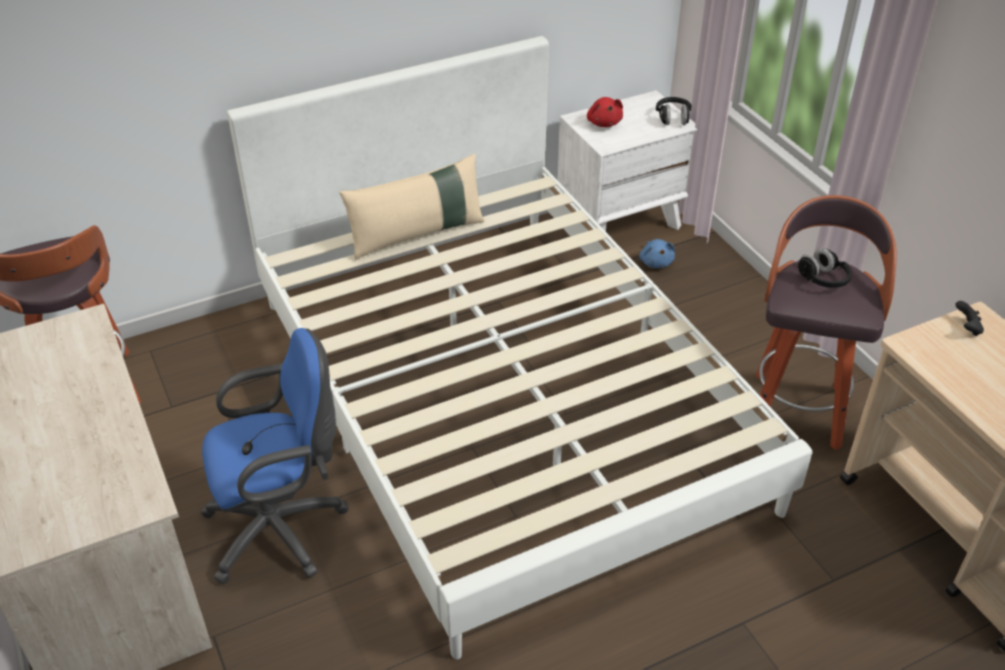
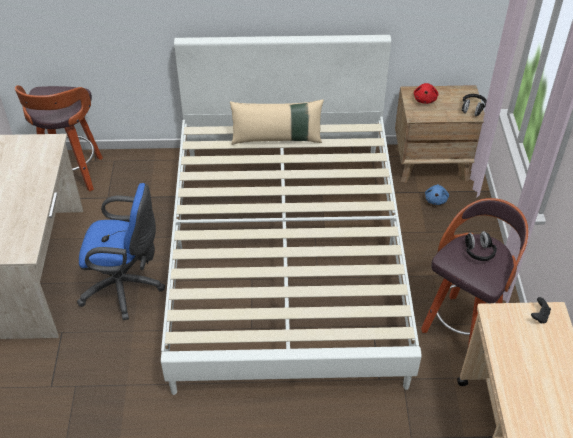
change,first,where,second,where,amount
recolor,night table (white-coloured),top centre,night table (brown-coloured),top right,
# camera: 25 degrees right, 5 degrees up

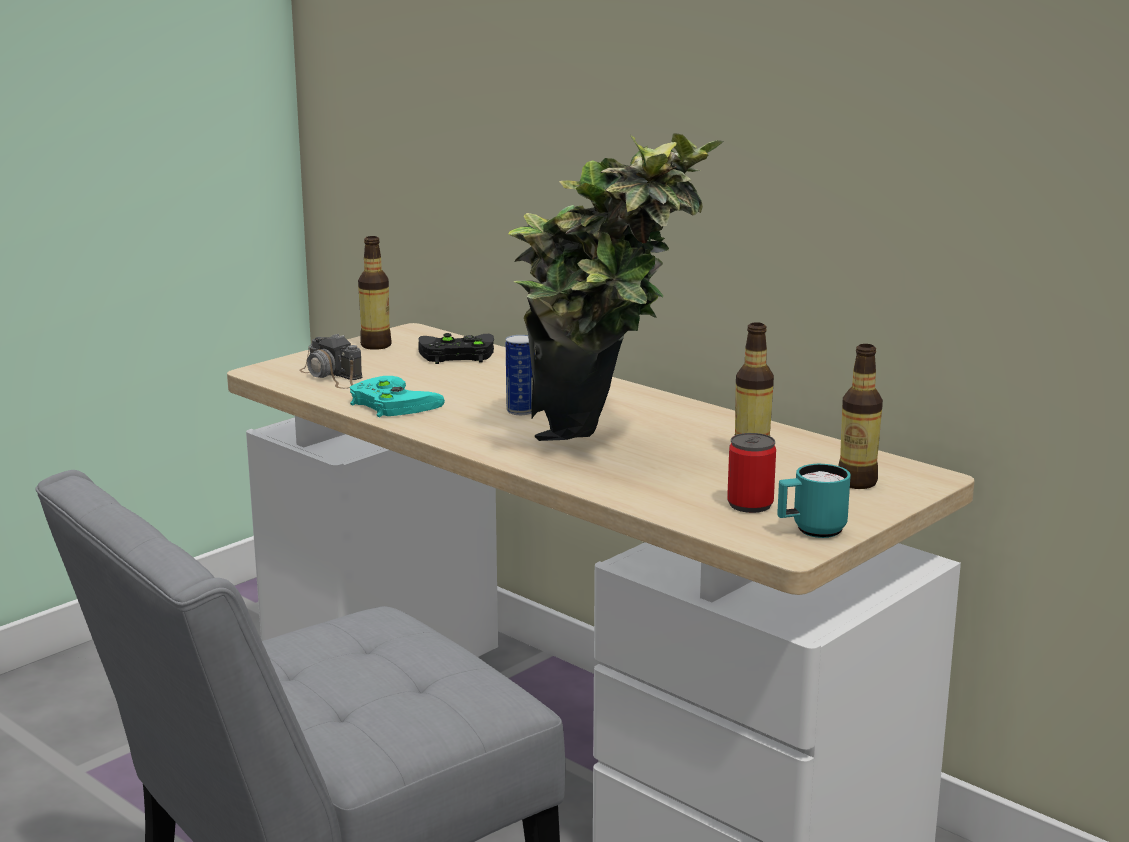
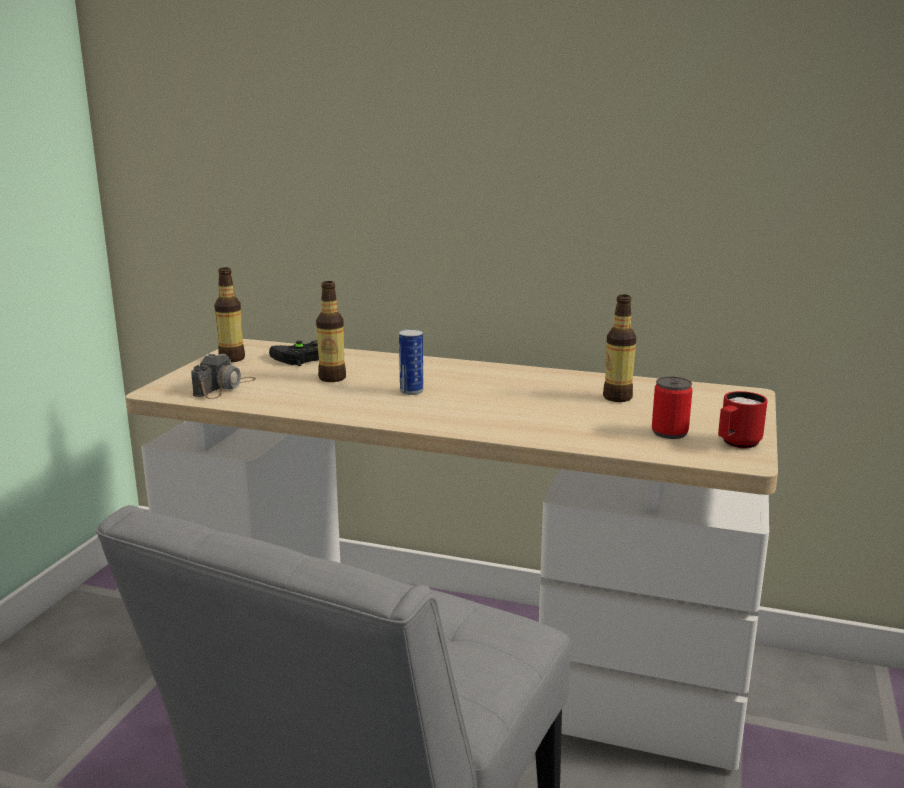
change,first,where,second,where,amount
rotate,photo camera,middle left,,middle left,90 degrees counterclockwise
move,bottle (3rd from left in the first image),middle right,bottle (2nd from left),centre,
recolor,coffee mug (turquoise),middle right,coffee mug (red-coloured),middle right,
delete,joypad (turquoise),centre,,,
delete,potted plant,centre,,,
# camera: 25 degrees left, 0 degrees up

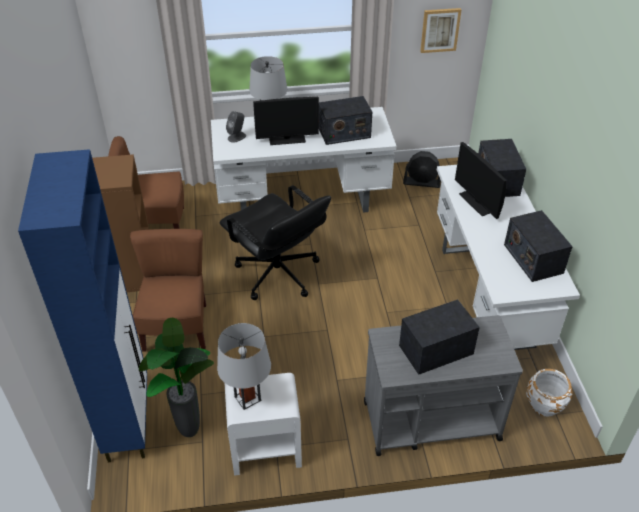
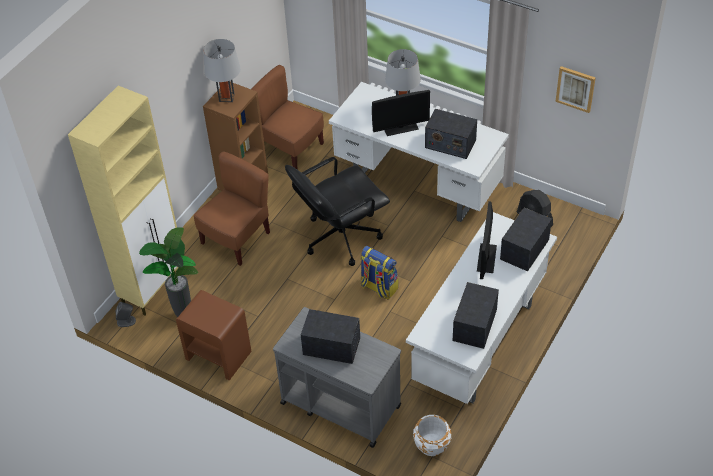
change,first,where,second,where,amount
recolor,cabinet (blue),middle left,cabinet (beige),middle left,
move,speaker (gray),top centre,,middle left,
recolor,night table (white-coloured),bottom centre,night table (brown-coloured),bottom left,
move,tabletop lamp (gray) (1st from left),bottom centre,,top left,
rotate,computer chair (blackish),centre,,centre,60 degrees clockwise
insert,,,rucksack,centre,
rotate,computer screen (1st from left),top centre,,top centre,45 degrees counterclockwise
# camera: 40 degrees right, 5 degrees up

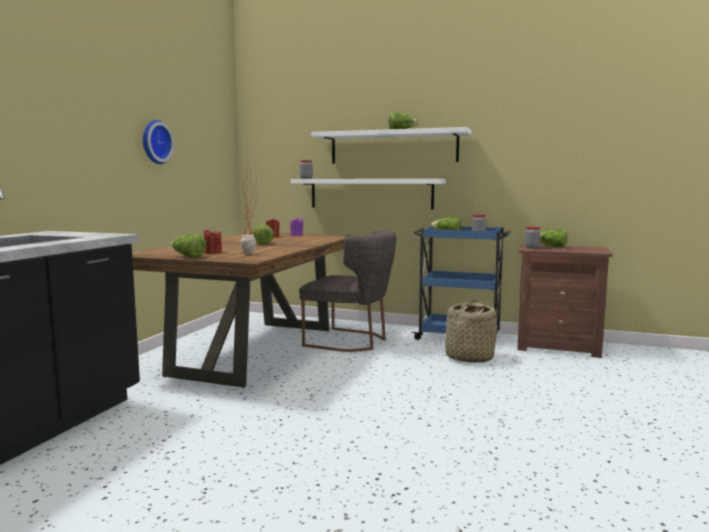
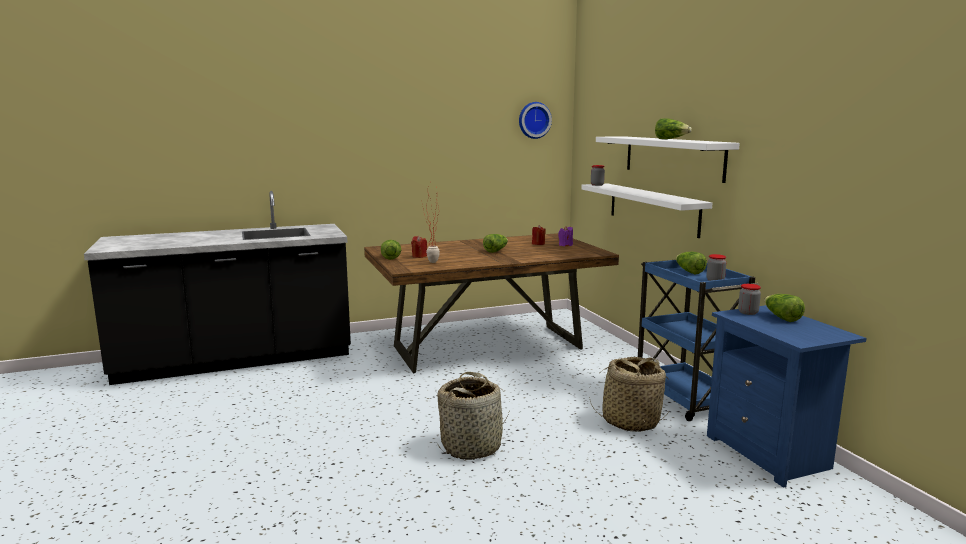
change,first,where,second,where,amount
insert,,,basket (1st from left),bottom centre,
move,wall clock,top left,,top centre,
recolor,night table (brown-coloured),middle right,night table (blue),bottom right,
delete,plain chair (gray),centre,,,
# camera: 50 degrees right, 5 degrees up

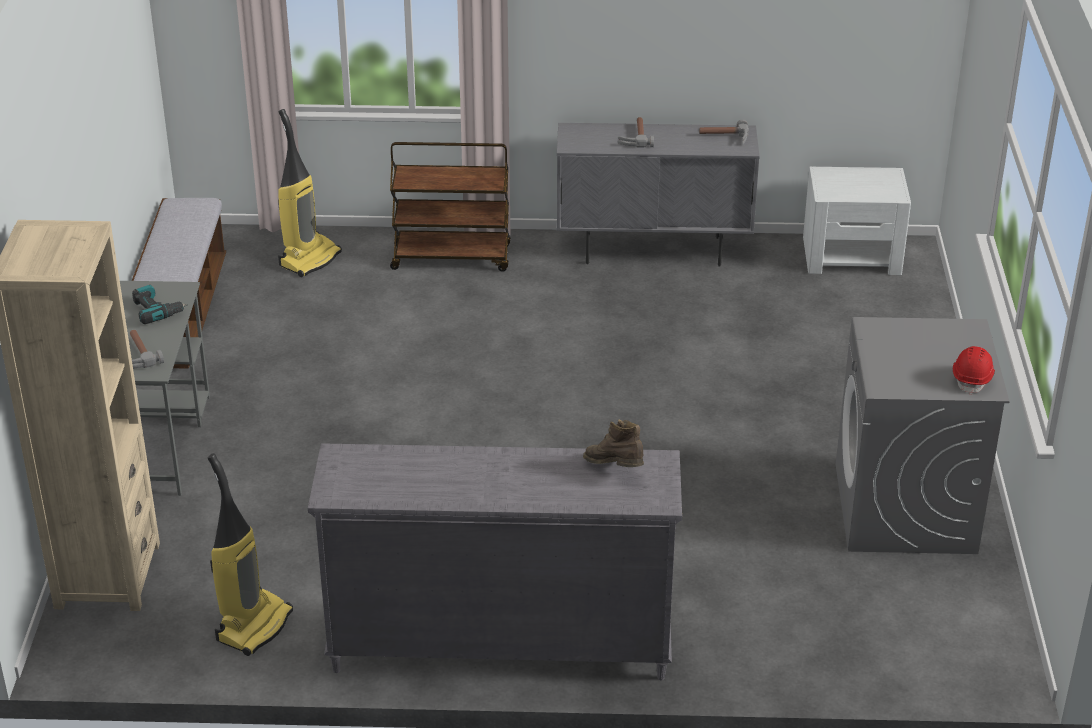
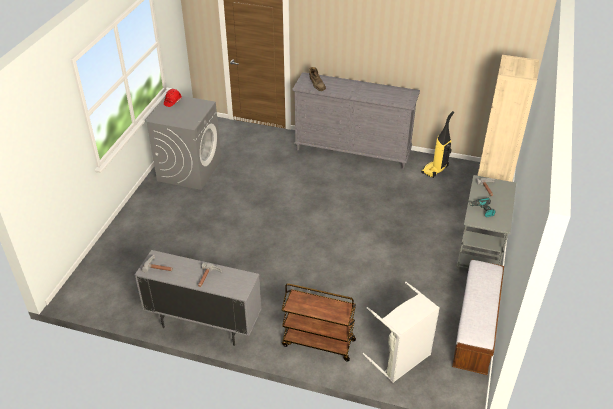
change,first,where,second,where,amount
replace,vacuum cleaner (2nd from left),top left,hamper (gray),bottom centre,
delete,night table (white-coloured),top right,,,
# camera: 165 degrees left, 5 degrees up

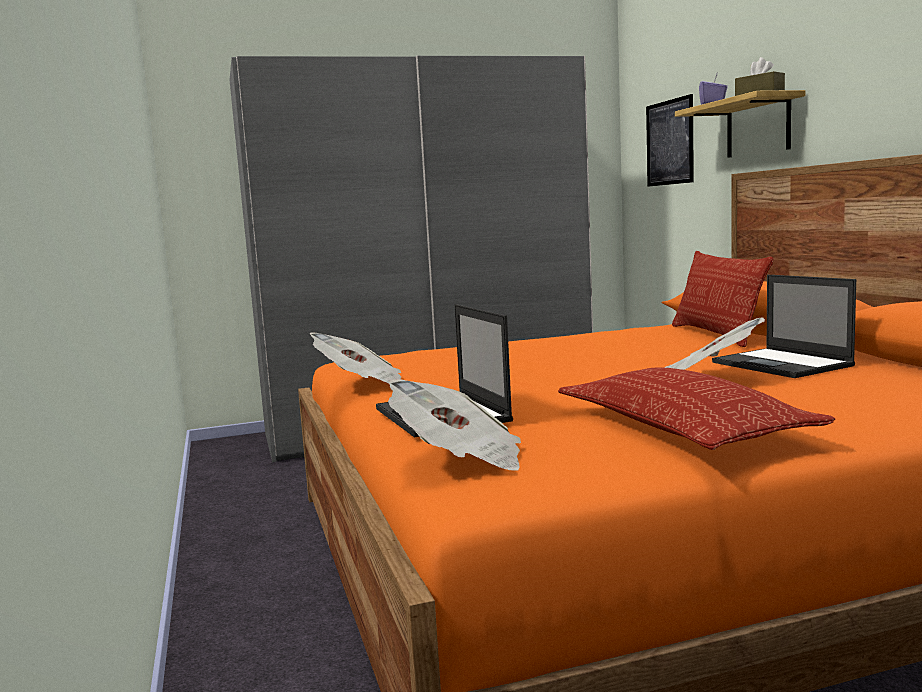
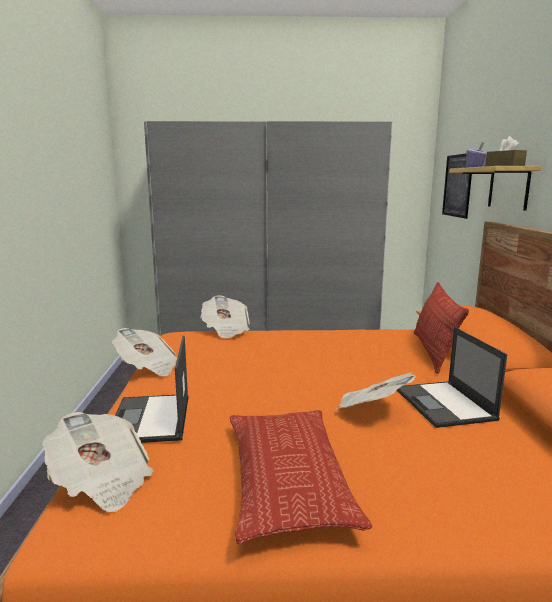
change,first,where,second,where,amount
insert,,,printed paper (3rd from left),centre,
# camera: 15 degrees right, 5 degrees up

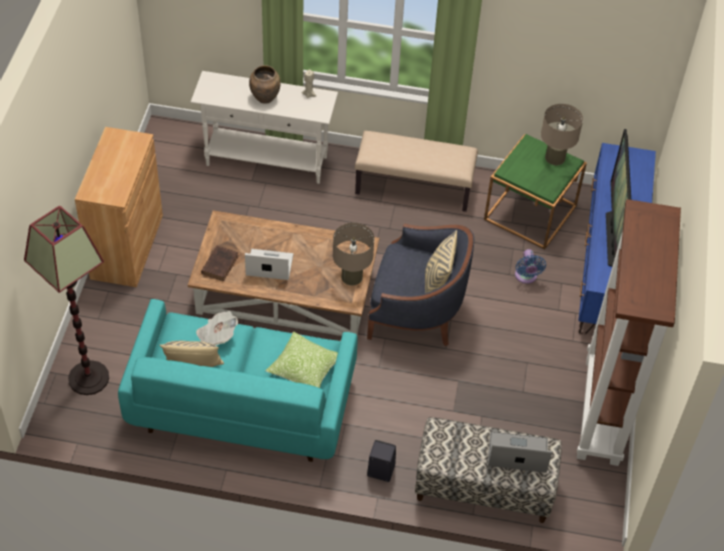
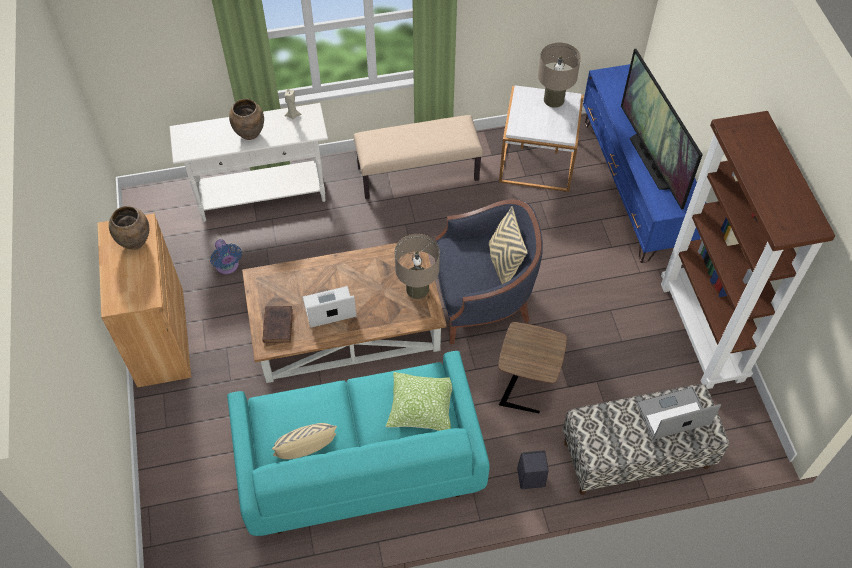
change,first,where,second,where,amount
insert,,,vase (brown-coloured) (1st from left),middle left,
move,fan (blue),middle right,,middle left,
insert,,,end table (brown-coloured),centre,
recolor,end table (green-coloured),middle right,end table (white-coloured),top centre,
delete,floor lamp,middle left,,,
delete,printed paper,middle left,,,
# camera: 20 degrees left, 5 degrees up

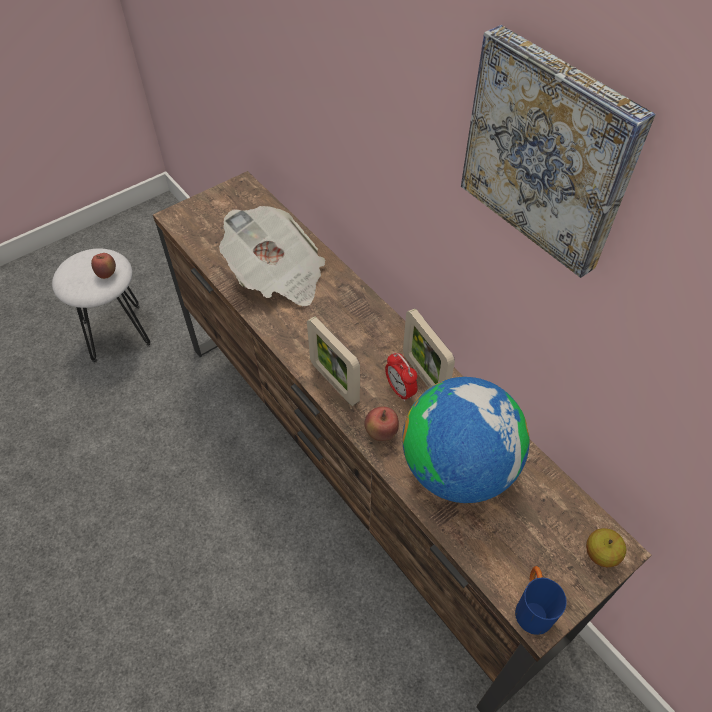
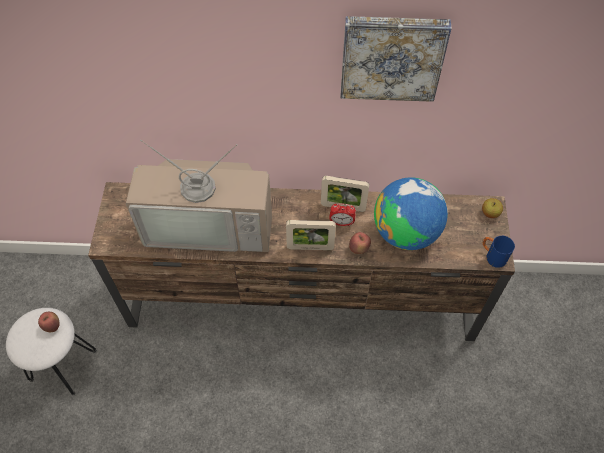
change,first,where,second,where,amount
replace,printed paper,centre,TV set,middle left,
# camera: 50 degrees left, 5 degrees up

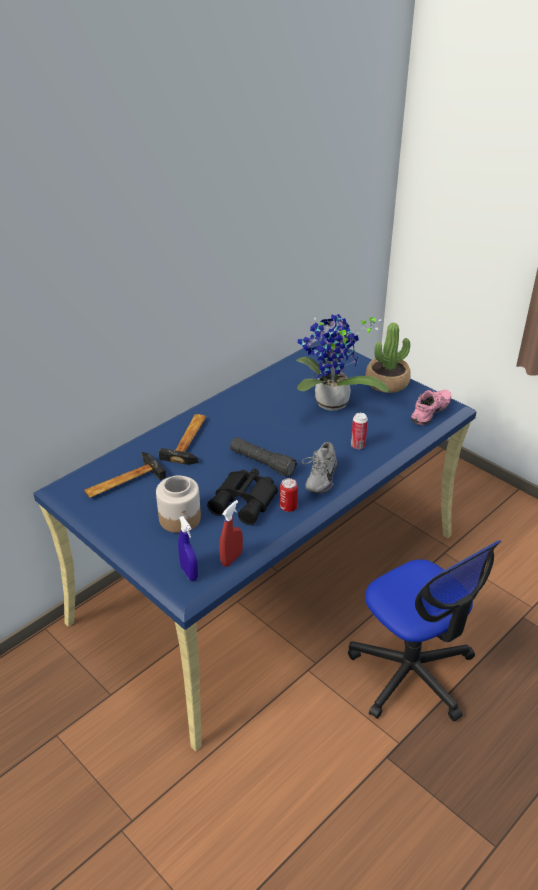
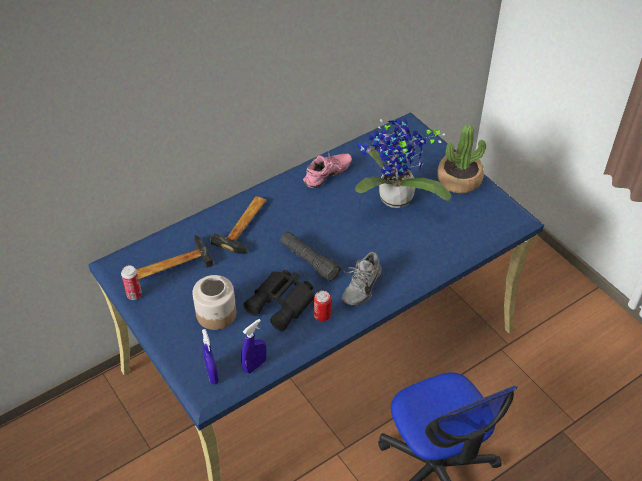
change,first,where,second,where,amount
move,can (2nd from left in the first image),middle right,can (1st from left),middle left,
recolor,sprayer (red-coloured),centre,sprayer (blue) (2nd from left),bottom centre,
move,item of footwear (pink-coloured),middle right,,centre,
# camera: 10 degrees right, 10 degrees up

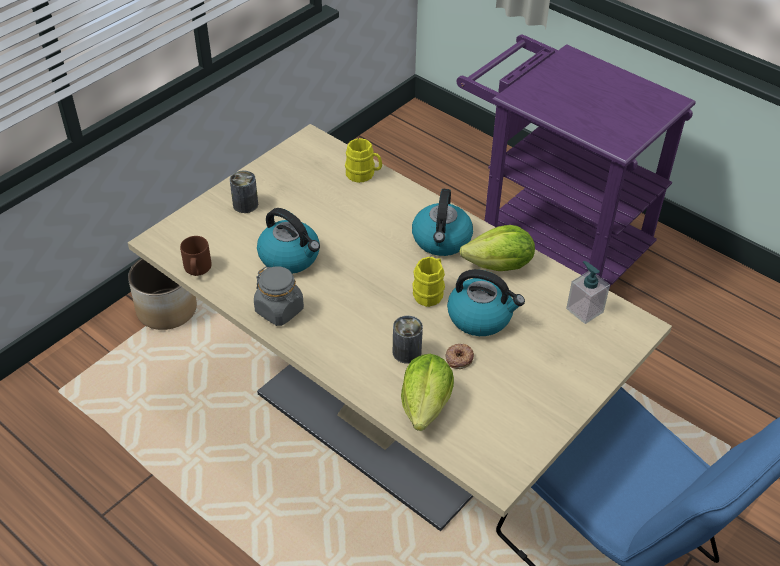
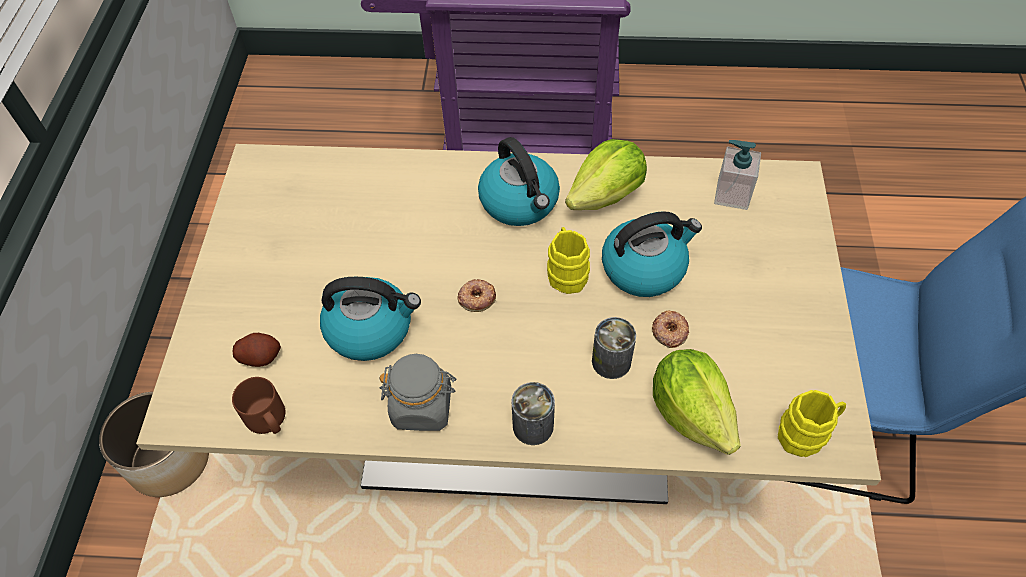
change,first,where,second,where,amount
insert,,,potato,middle left,
insert,,,doughnut (1st from left),centre,
move,can (1st from left),middle left,,bottom centre,
move,coffee mug (yellow-coloured) (1st from left in the first image),top centre,coffee mug (yellow-coloured) (2nd from left),bottom right,
# camera: 35 degrees left, 10 degrees up

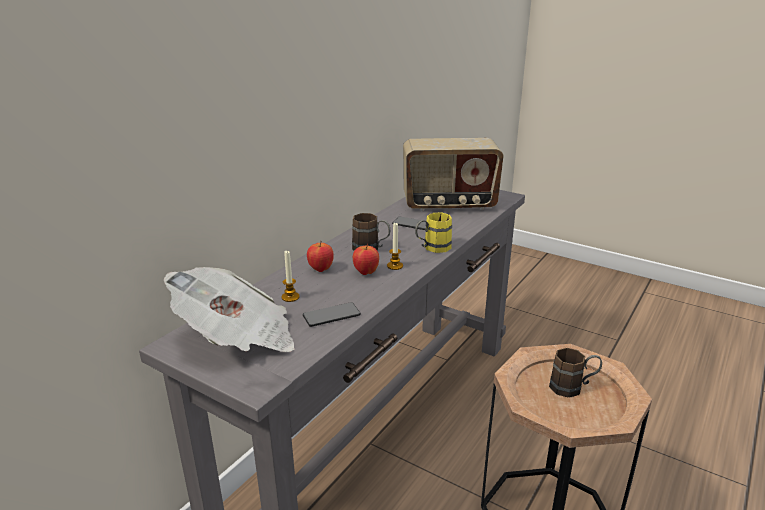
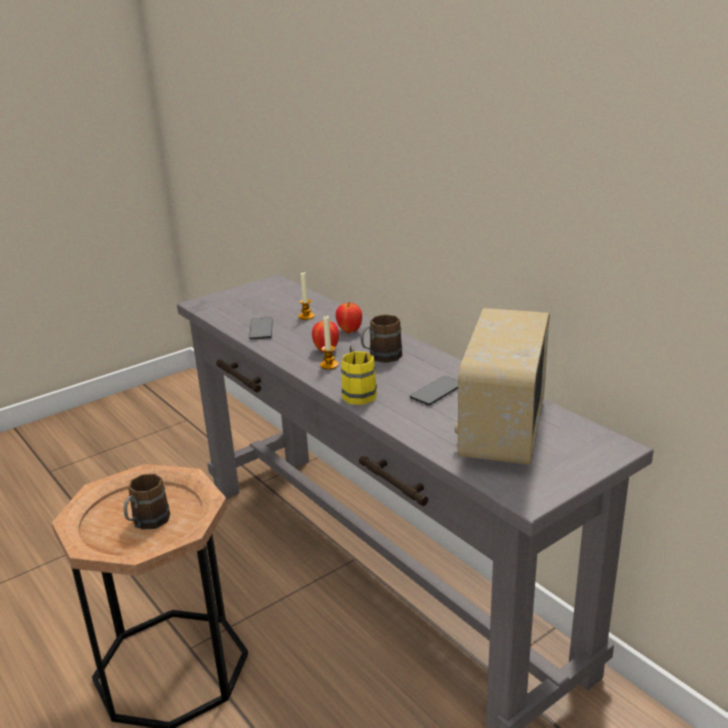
change,first,where,second,where,amount
delete,printed paper,middle left,,,
# camera: 110 degrees right, 0 degrees up

